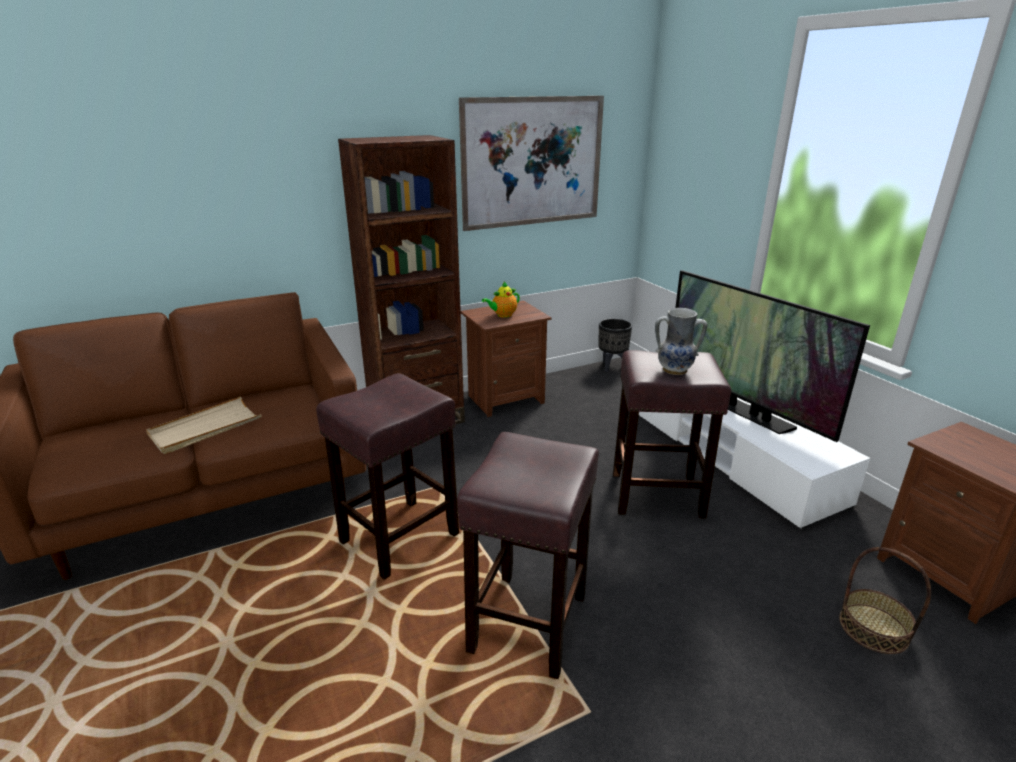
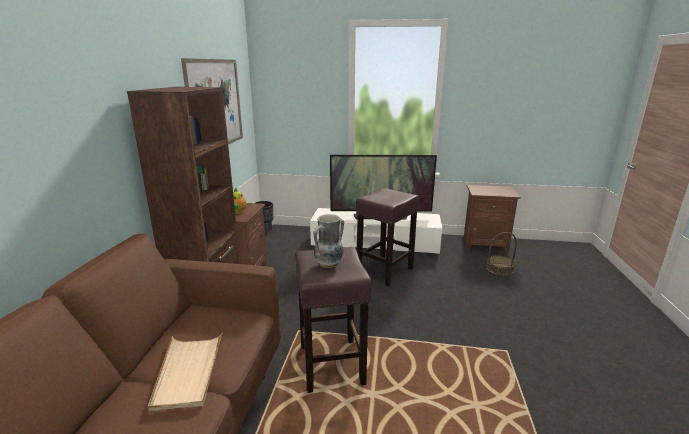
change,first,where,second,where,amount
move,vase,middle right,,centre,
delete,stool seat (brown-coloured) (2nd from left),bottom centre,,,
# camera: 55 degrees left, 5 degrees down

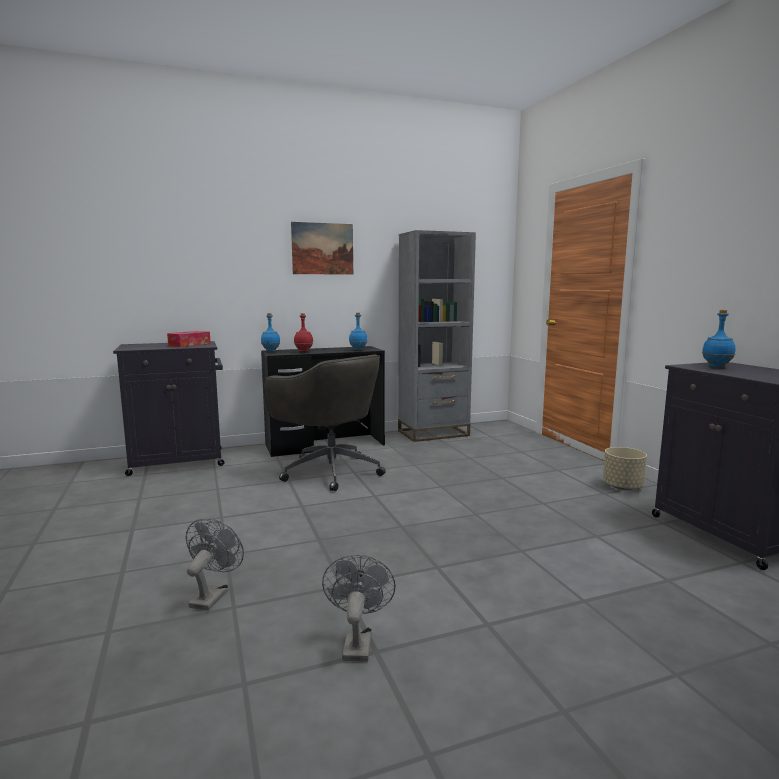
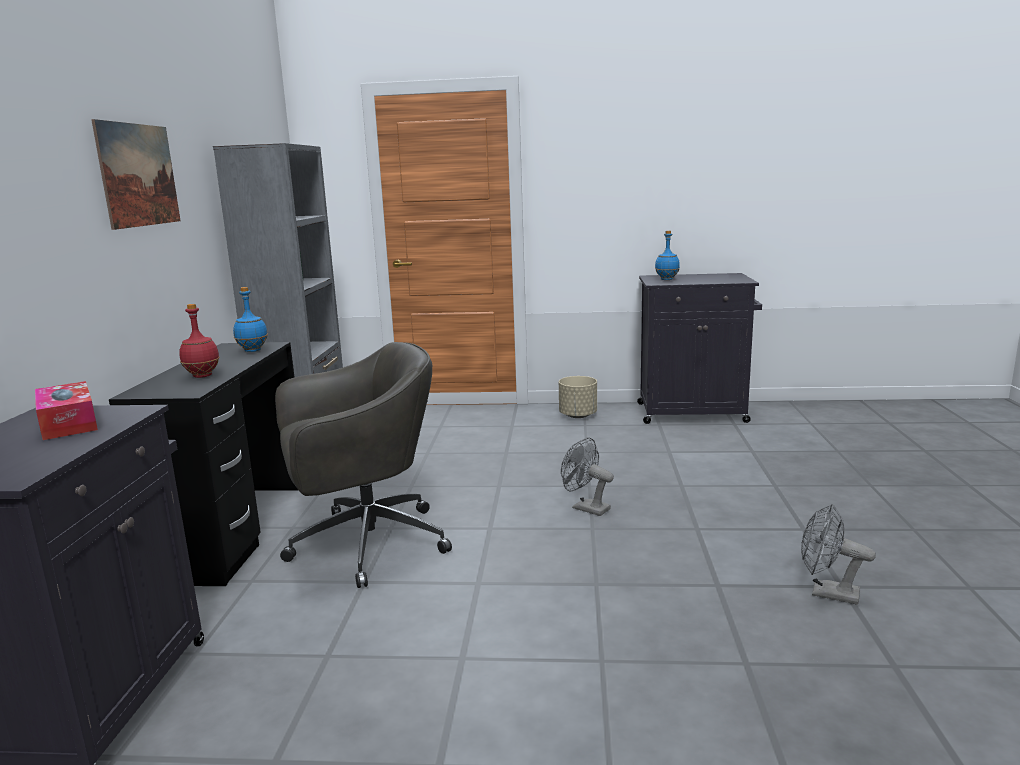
change,first,where,second,where,amount
move,fan (gray) (1st from left),bottom left,,centre,
delete,bottle (blue) (1st from left),centre,,,
# camera: 65 degrees left, 5 degrees up

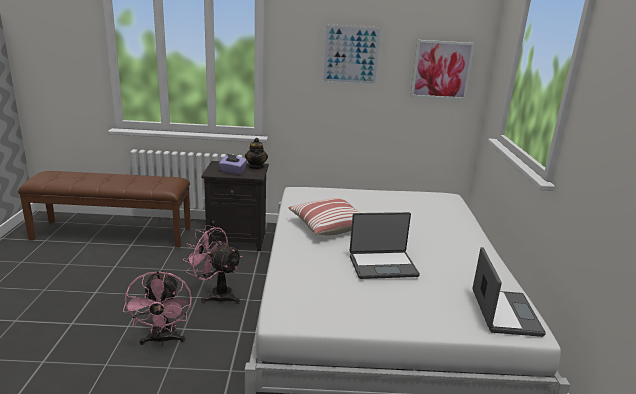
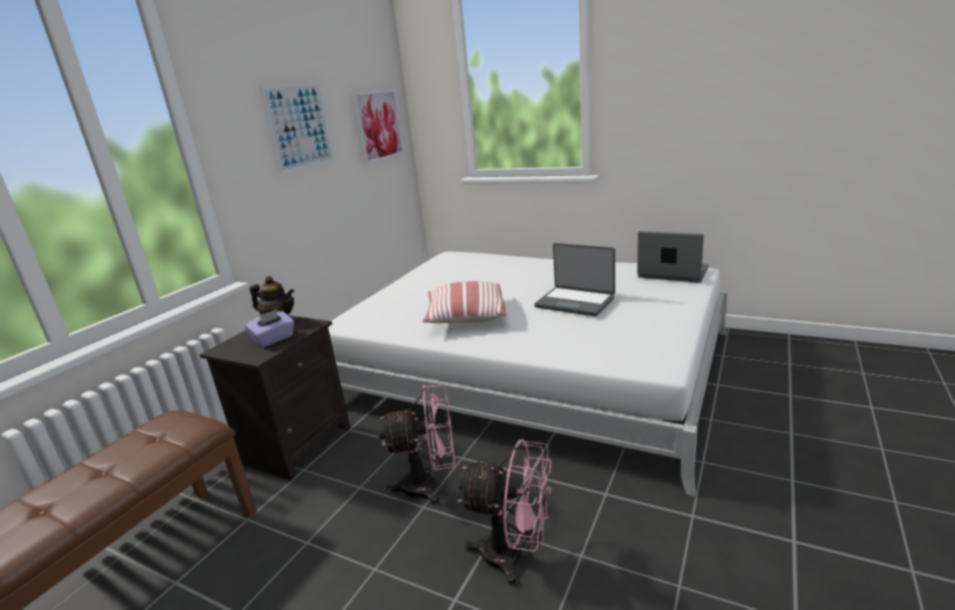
change,first,where,second,where,amount
rotate,fan (pink-coloured) (2nd from left in the first image),bottom centre,fan (pink-coloured) (1st from left),bottom centre,150 degrees counterclockwise
rotate,portable computer (1st from left),centre,,centre,105 degrees clockwise
# camera: 60 degrees left, 0 degrees up

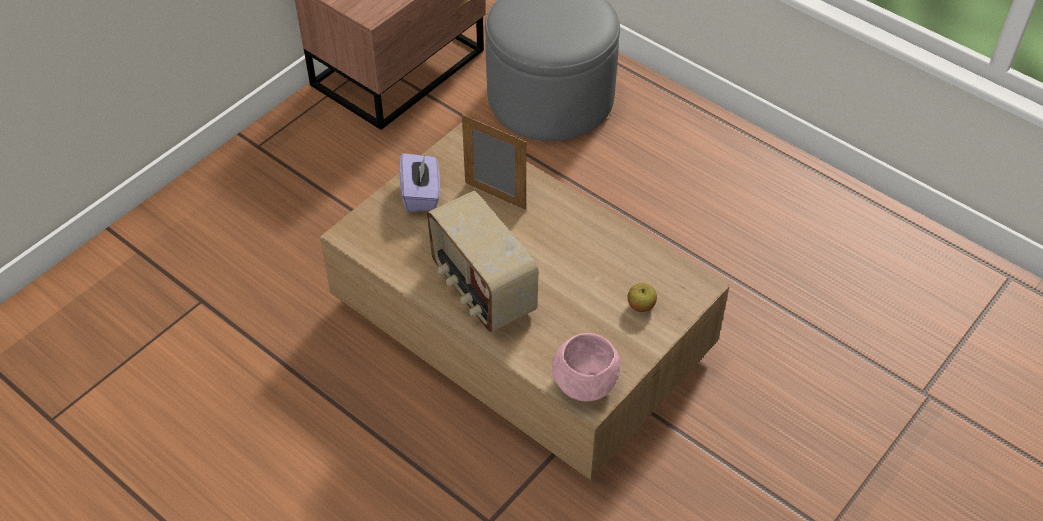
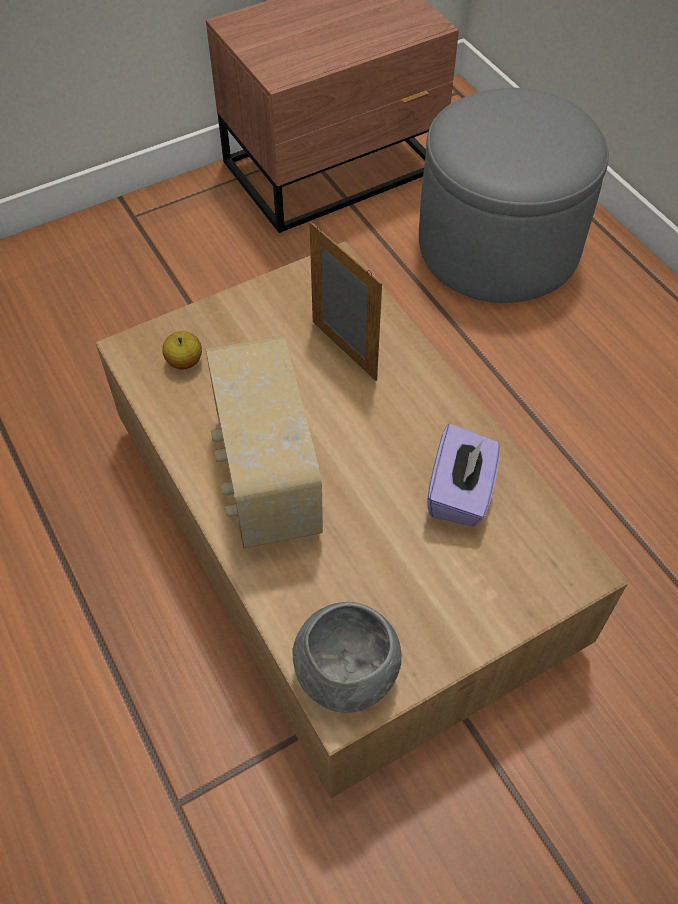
change,first,where,second,where,amount
move,whole apple,centre,,middle left,
recolor,deep dish (pink-coloured),bottom centre,deep dish (gray),bottom centre,
move,box of tissues (purplish),centre,,middle right,
# camera: 20 degrees right, 5 degrees up

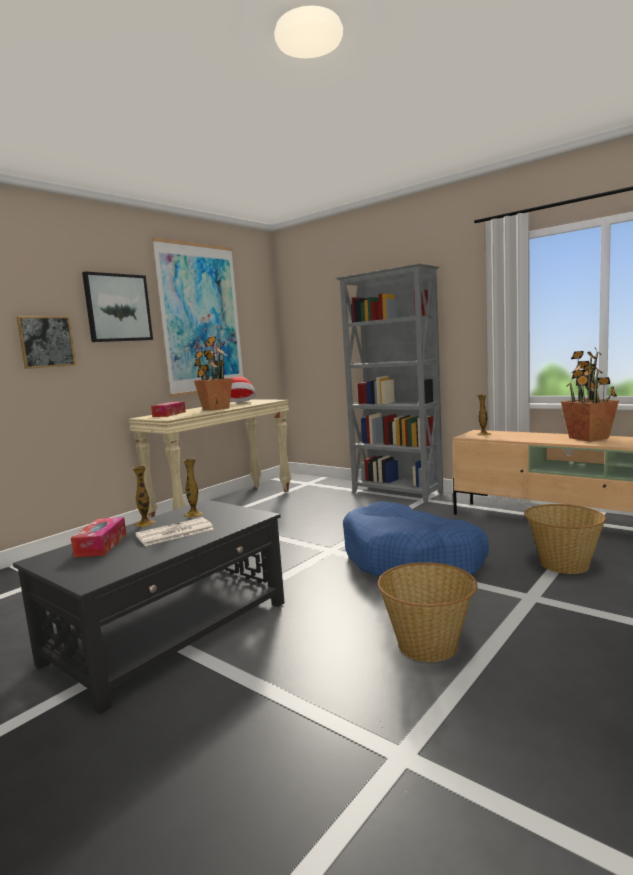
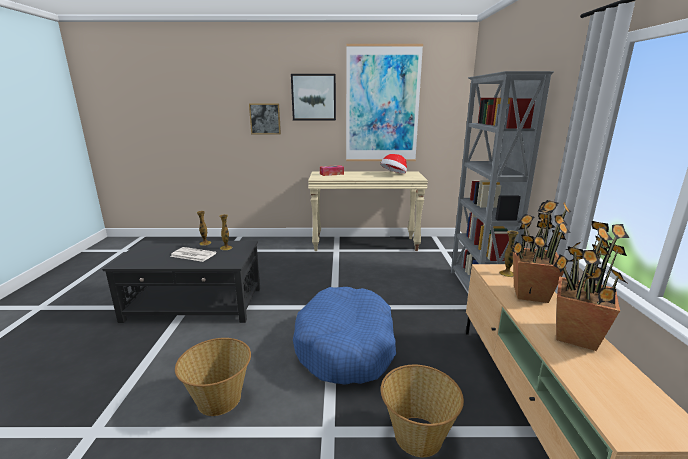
change,first,where,second,where,amount
move,potted plant (1st from left),centre,,middle right,
delete,box of tissues (1st from left),middle left,,,
# camera: 50 degrees right, 10 degrees up

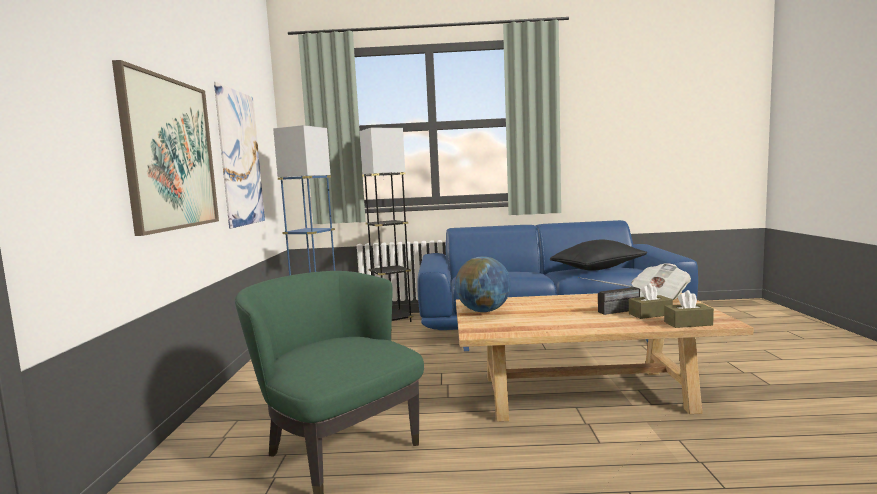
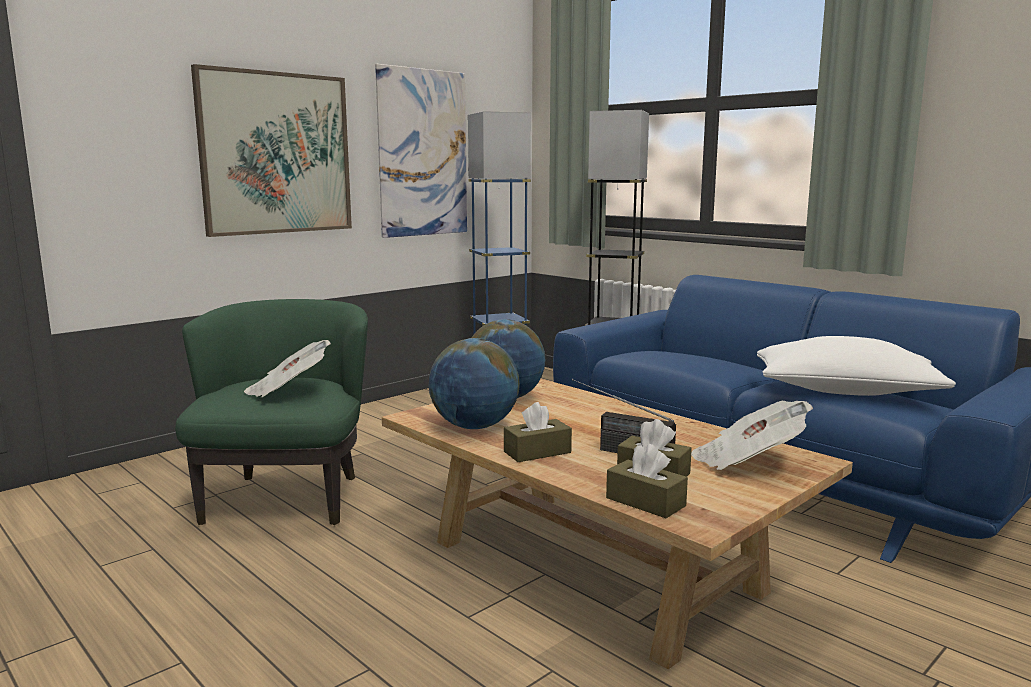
change,first,where,second,where,amount
insert,,,printed paper (1st from left),middle left,
insert,,,globe (1st from left),centre,
insert,,,box of tissues (brown-coloured) (1st from left),centre,
recolor,cushion (blackish),middle right,cushion (white-coloured),middle right,
# camera: 45 degrees right, 5 degrees up

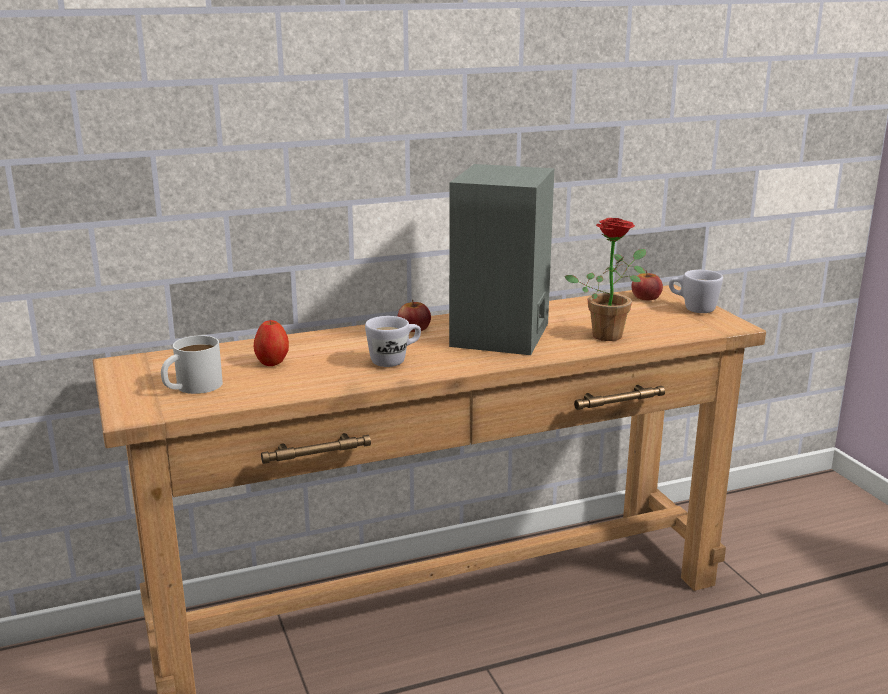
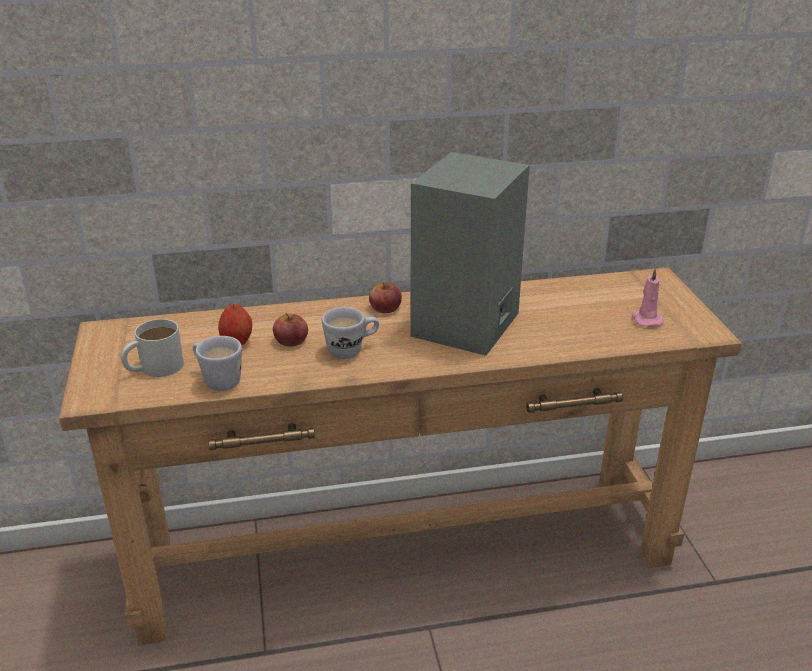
change,first,where,second,where,amount
move,coffee mug (white-coloured) (3rd from left in the first image),middle right,coffee mug (white-coloured) (2nd from left),middle left,
move,whole apple (3rd from left in the first image),middle right,whole apple (2nd from left),centre,
insert,,,wax light (pink-coloured),middle right,
delete,potted plant,middle right,,,
# camera: 10 degrees right, 10 degrees up

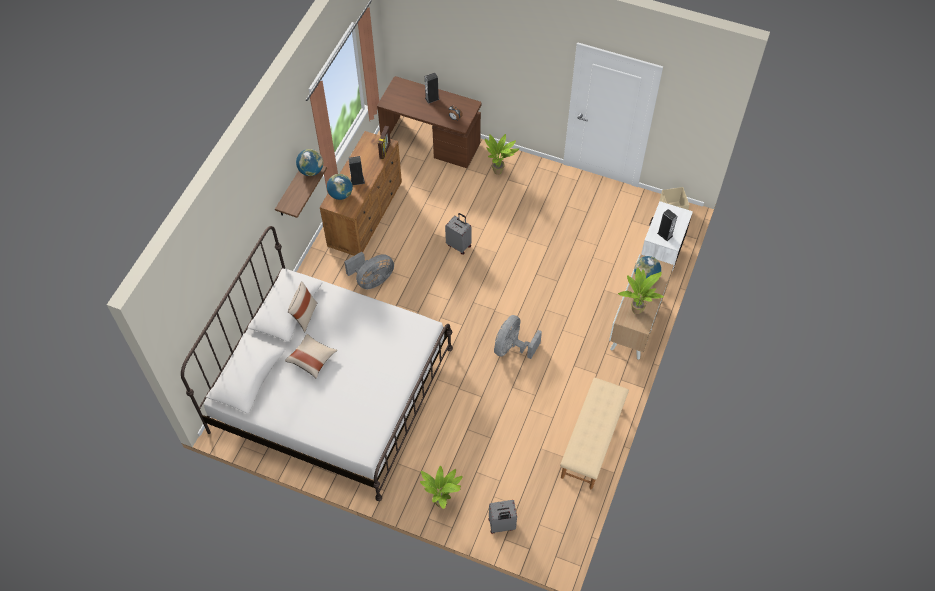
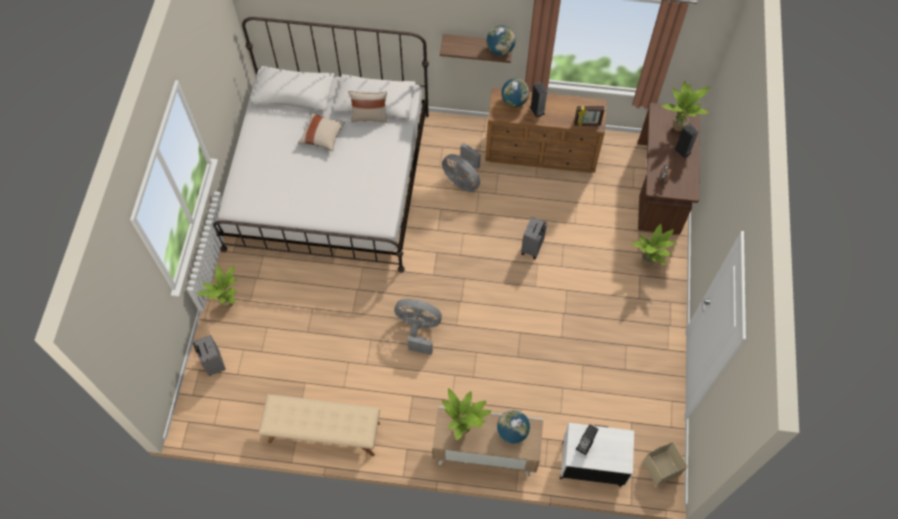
change,first,where,second,where,amount
insert,,,potted plant (4th from left),top right,
# camera: 75 degrees right, 5 degrees up

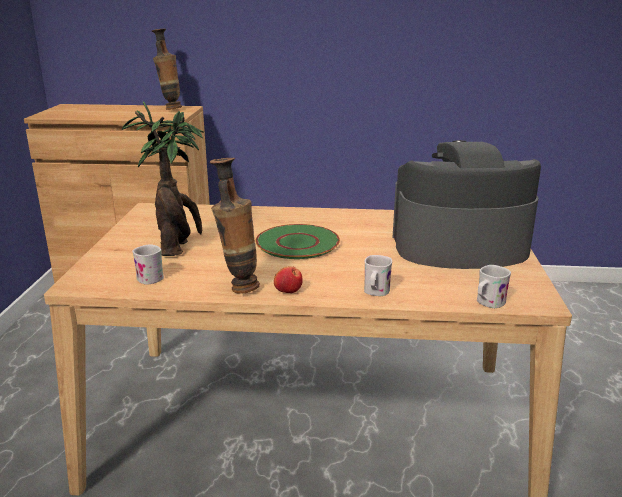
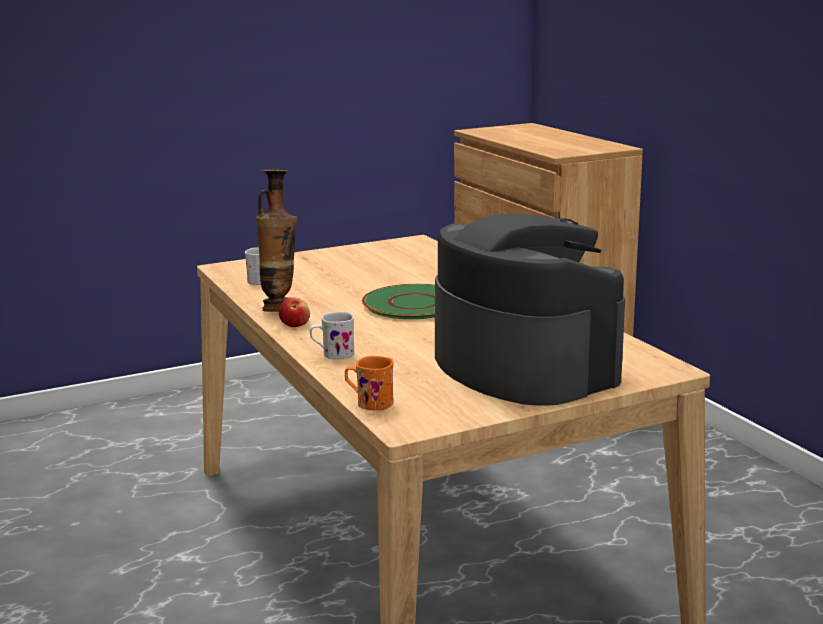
change,first,where,second,where,amount
recolor,coffee mug (white-coloured) (3rd from left),middle right,coffee mug (orange-coloured),centre,
delete,potted plant,middle left,,,
delete,vase (1st from left),top left,,,
# camera: 60 degrees right, 5 degrees down

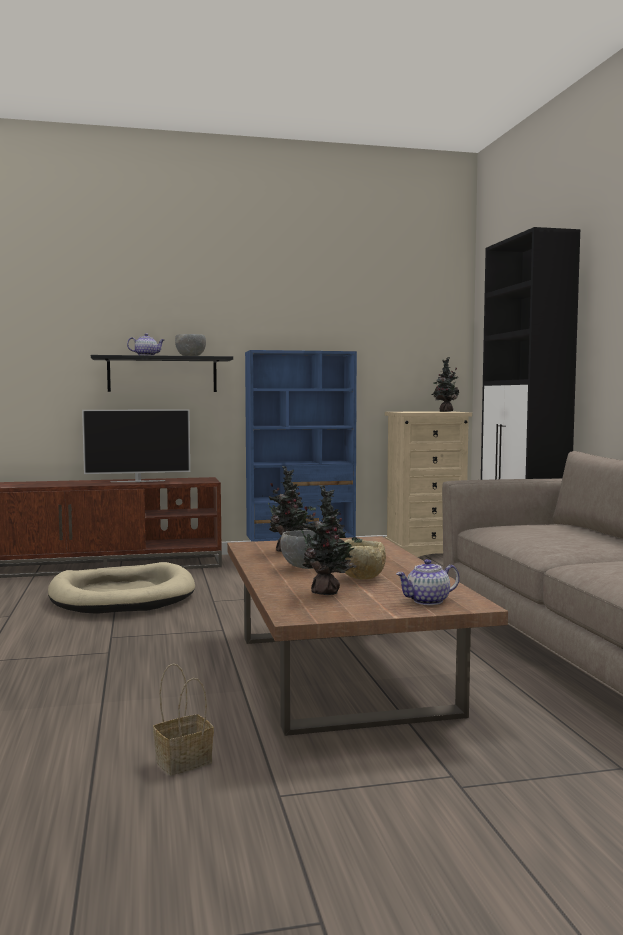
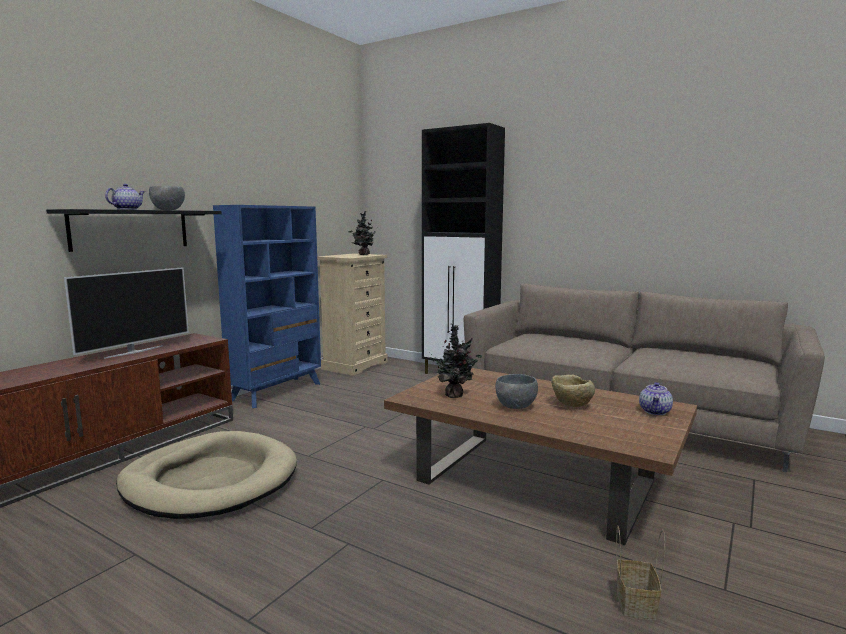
change,first,where,second,where,amount
delete,potted plant (2nd from left),centre,,,
# camera: 45 degrees left, 5 degrees up

